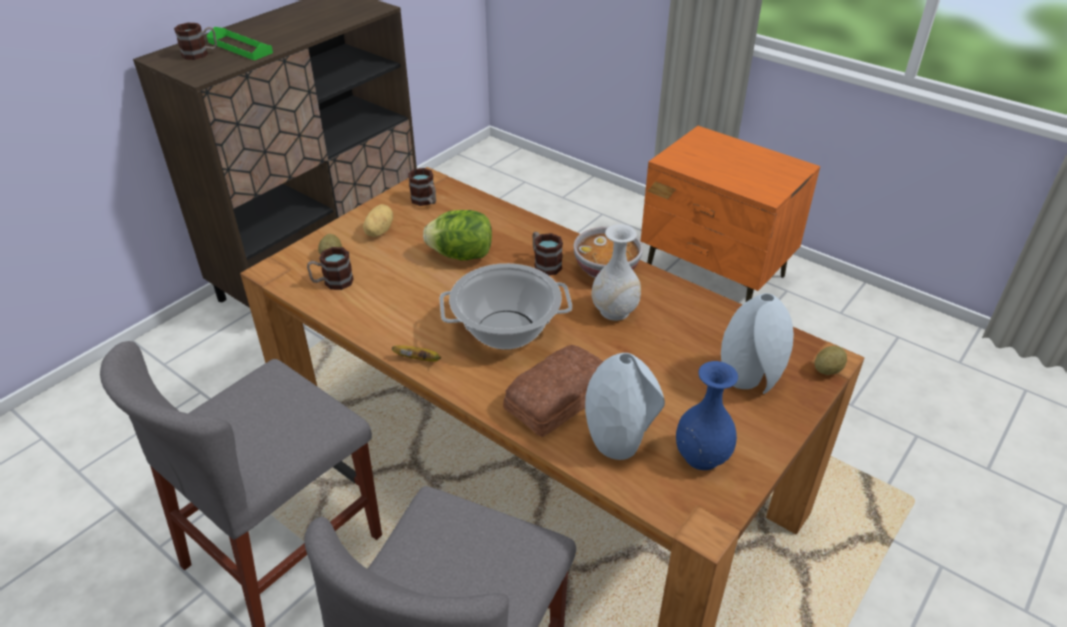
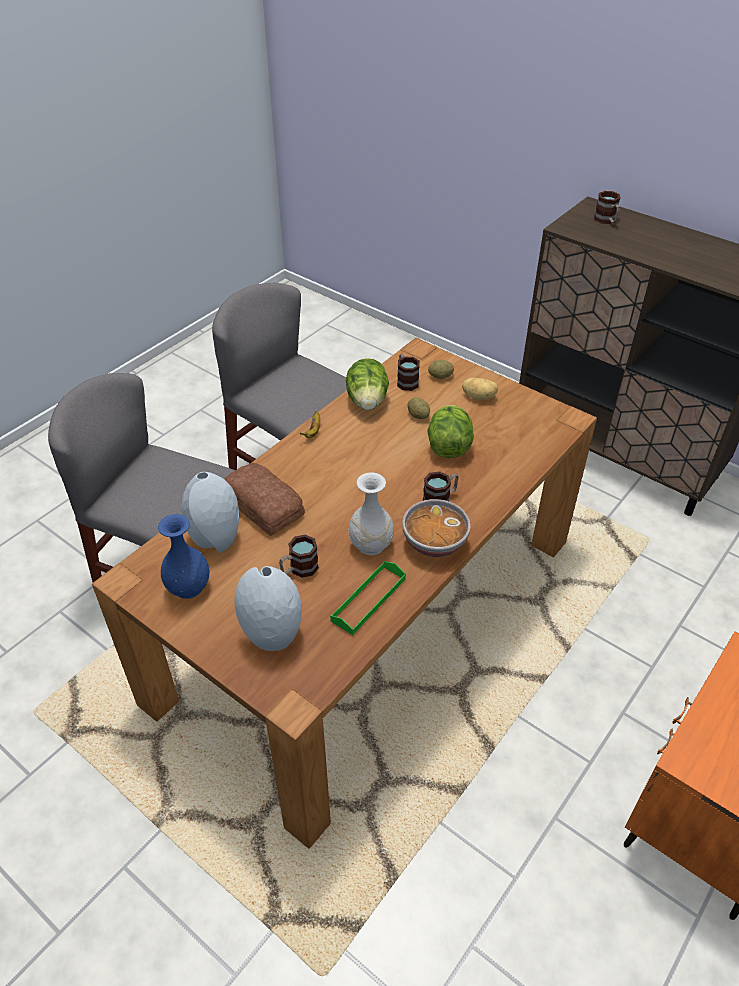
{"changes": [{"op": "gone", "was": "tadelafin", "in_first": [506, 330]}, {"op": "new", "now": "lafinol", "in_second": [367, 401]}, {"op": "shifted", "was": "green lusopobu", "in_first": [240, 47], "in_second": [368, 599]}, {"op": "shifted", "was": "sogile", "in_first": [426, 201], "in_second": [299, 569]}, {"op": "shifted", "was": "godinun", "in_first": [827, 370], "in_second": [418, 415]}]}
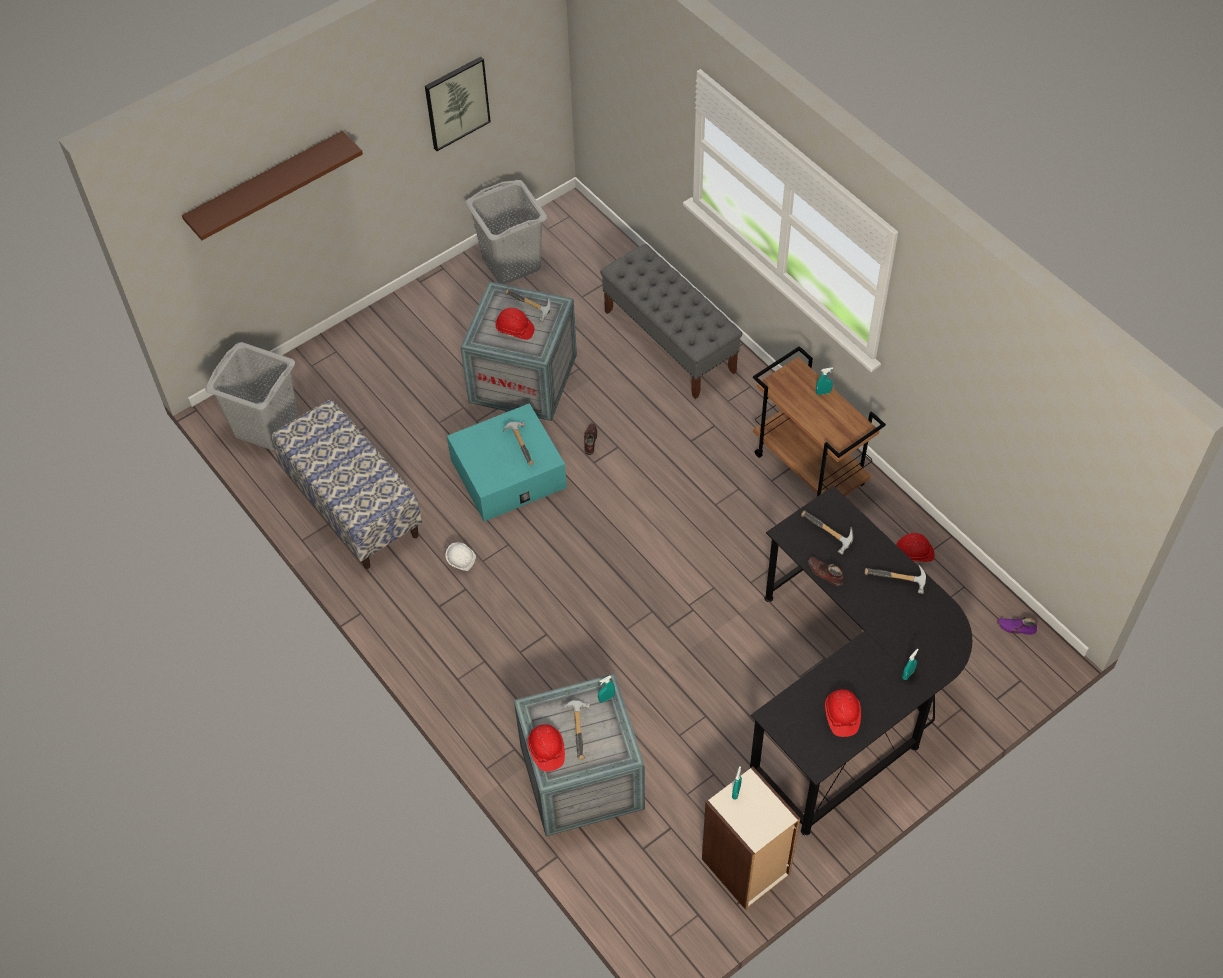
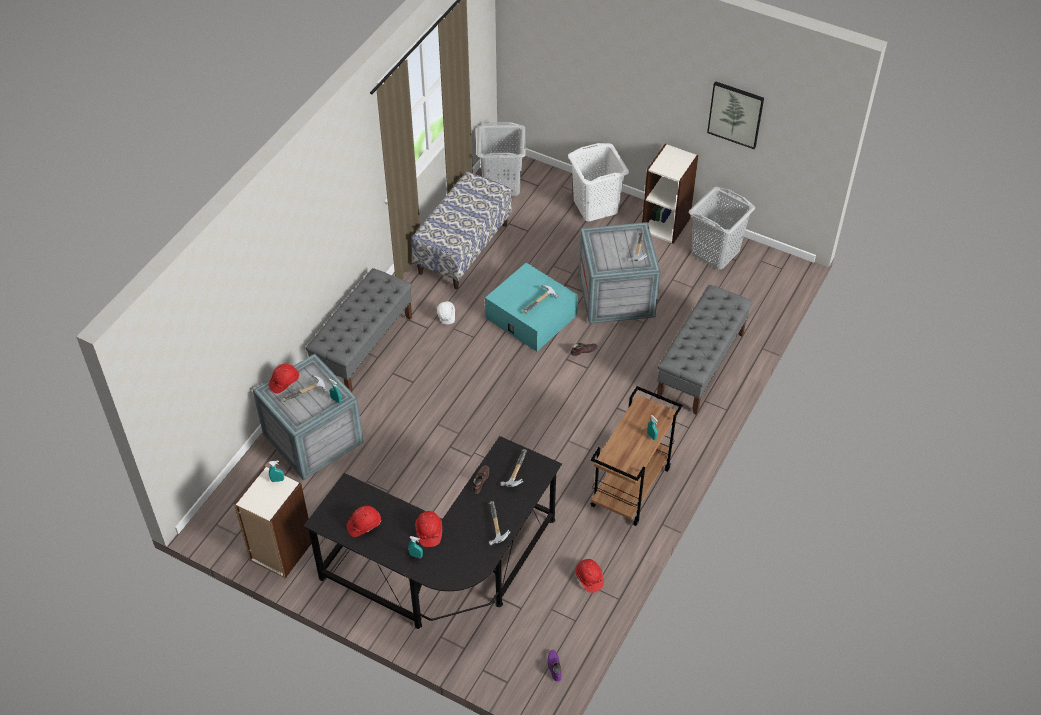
{"changes": [{"op": "gone", "was": "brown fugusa", "in_first": [267, 185]}, {"op": "new", "now": "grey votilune", "in_second": [364, 348]}, {"op": "new", "now": "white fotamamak", "in_second": [595, 207]}, {"op": "new", "now": "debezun", "in_second": [666, 224]}, {"op": "shifted", "was": "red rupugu", "in_first": [515, 330], "in_second": [429, 532]}]}
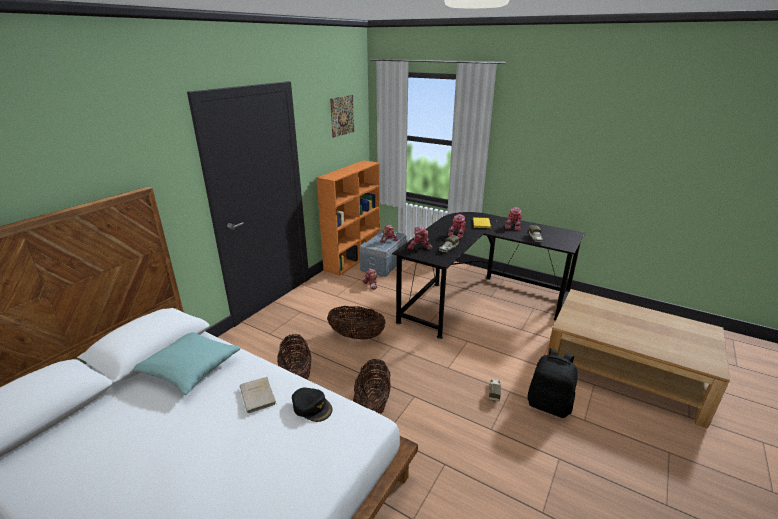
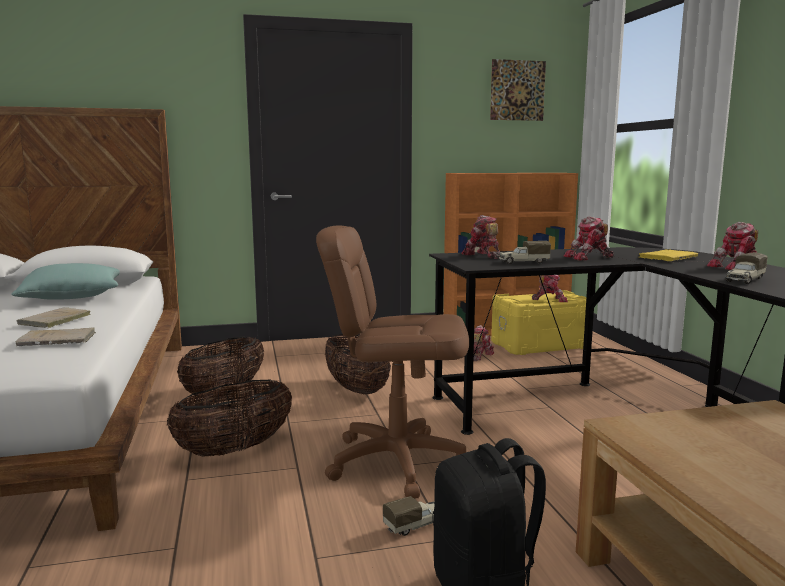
{"changes": [{"op": "new", "now": "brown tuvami", "in_second": [397, 462]}, {"op": "swapped", "was": "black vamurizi", "now": "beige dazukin", "in_first": [312, 407], "in_second": [59, 340]}, {"op": "repainted", "was": "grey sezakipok", "now": "yellow sezakipok", "in_first": [383, 264], "in_second": [539, 344]}]}
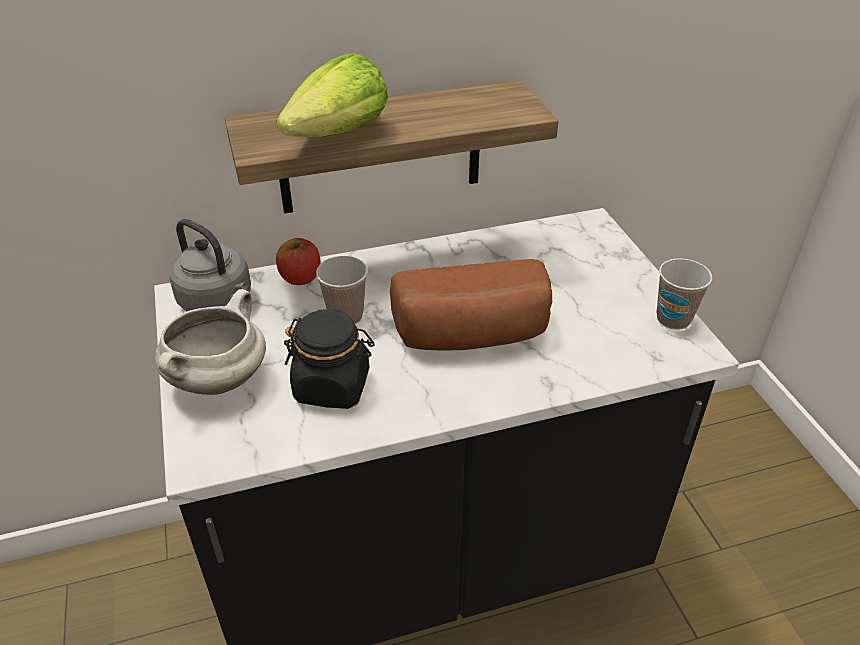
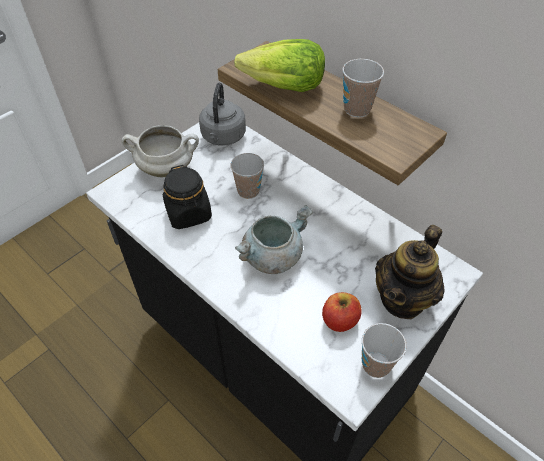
{"changes": [{"op": "new", "now": "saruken", "in_second": [357, 109]}, {"op": "new", "now": "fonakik", "in_second": [403, 299]}, {"op": "shifted", "was": "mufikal", "in_first": [300, 277], "in_second": [339, 320]}, {"op": "swapped", "was": "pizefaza", "now": "grey tadelafin", "in_first": [473, 336], "in_second": [272, 256]}]}
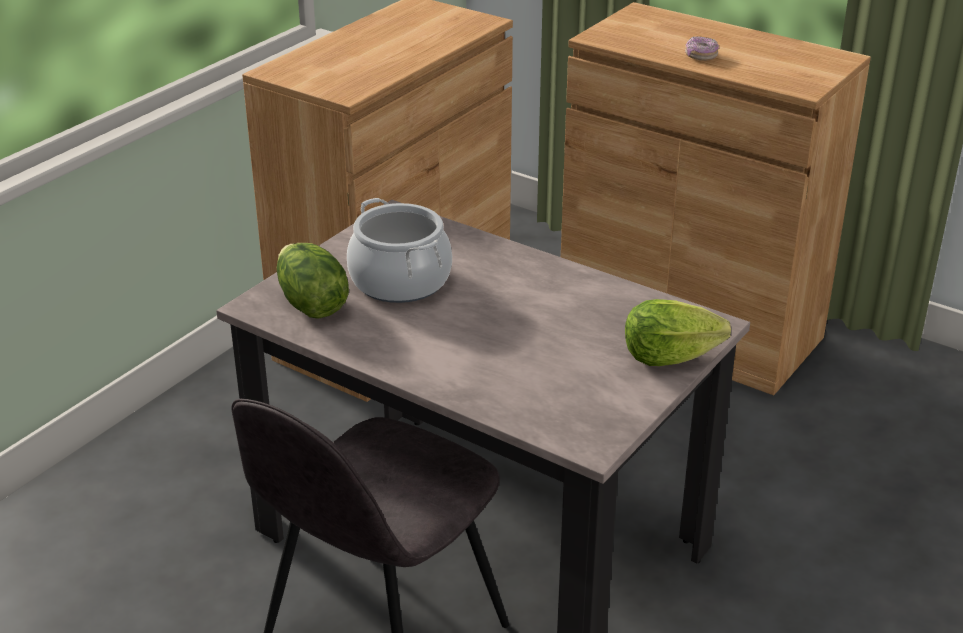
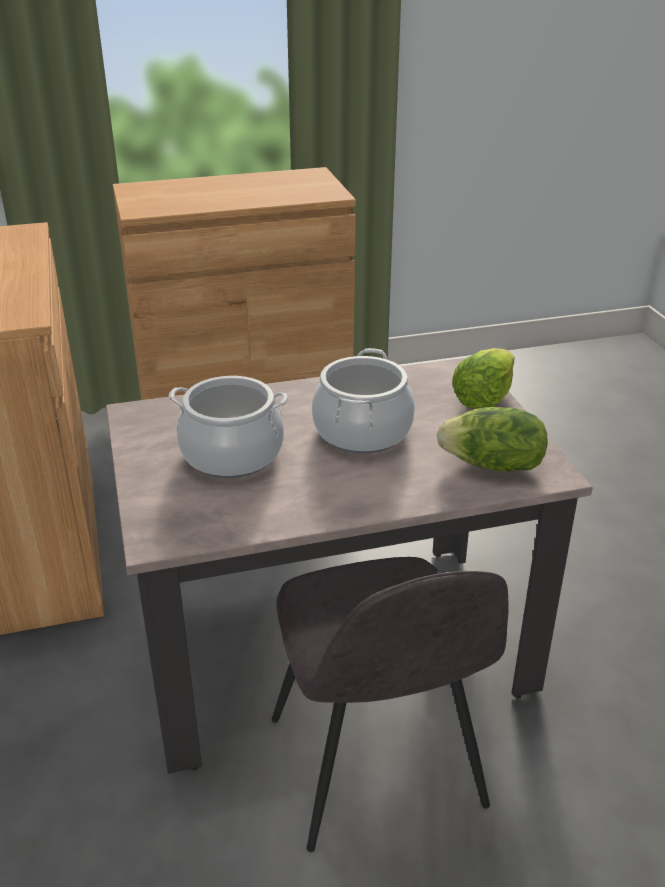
{"changes": [{"op": "gone", "was": "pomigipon", "in_first": [701, 56]}, {"op": "new", "now": "tadelafin", "in_second": [363, 431]}, {"op": "shifted", "was": "lafinol", "in_first": [310, 304], "in_second": [493, 465]}]}
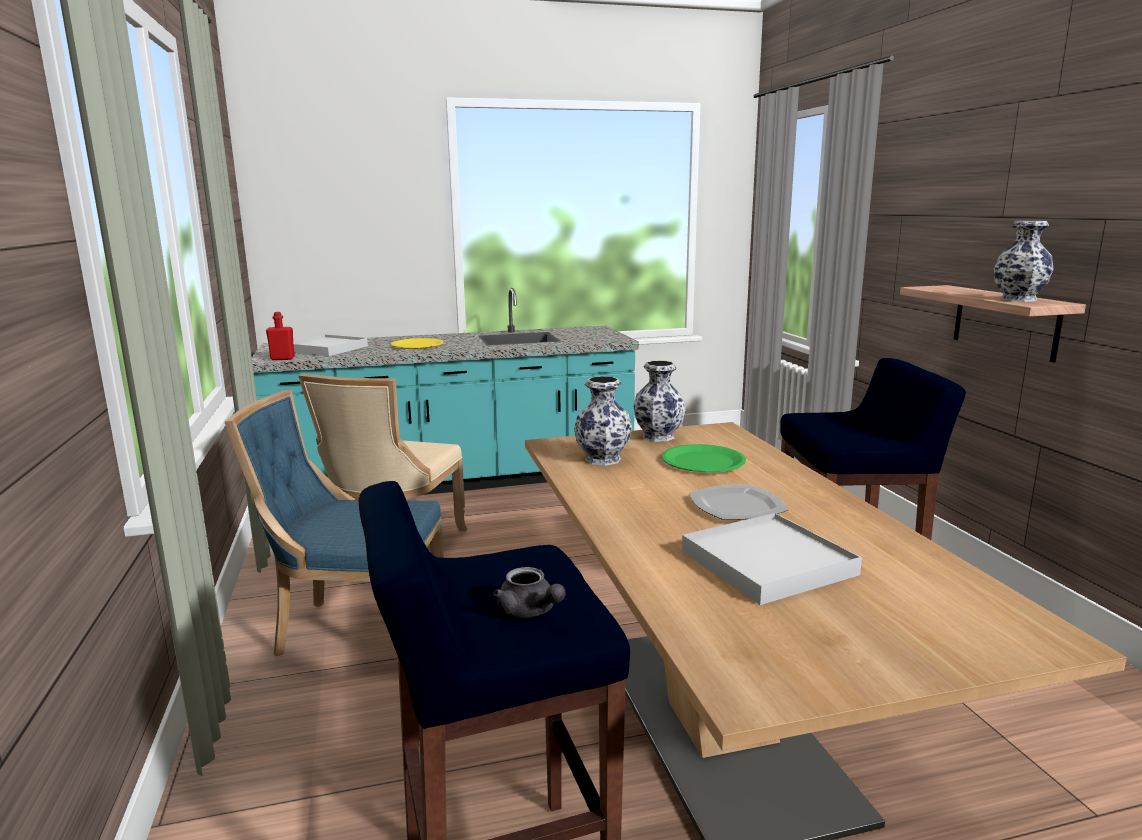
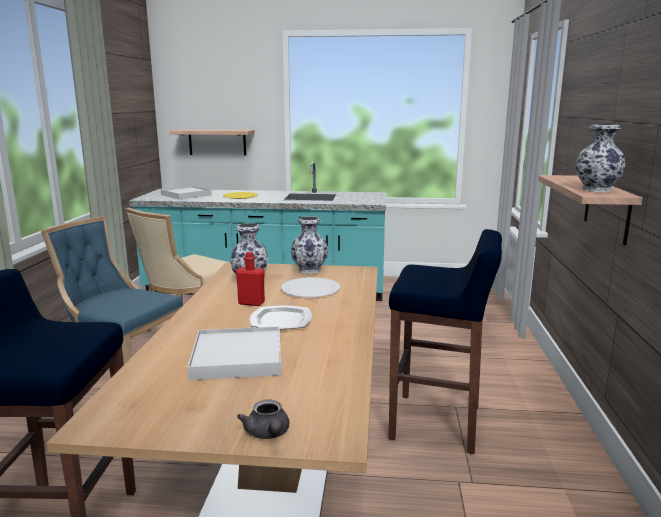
{"changes": [{"op": "new", "now": "fugusa", "in_second": [217, 142]}, {"op": "shifted", "was": "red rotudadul", "in_first": [282, 359], "in_second": [251, 303]}, {"op": "shifted", "was": "grey fonakik", "in_first": [530, 612], "in_second": [268, 434]}, {"op": "repainted", "was": "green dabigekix", "now": "white dabigekix", "in_first": [703, 461], "in_second": [310, 289]}]}
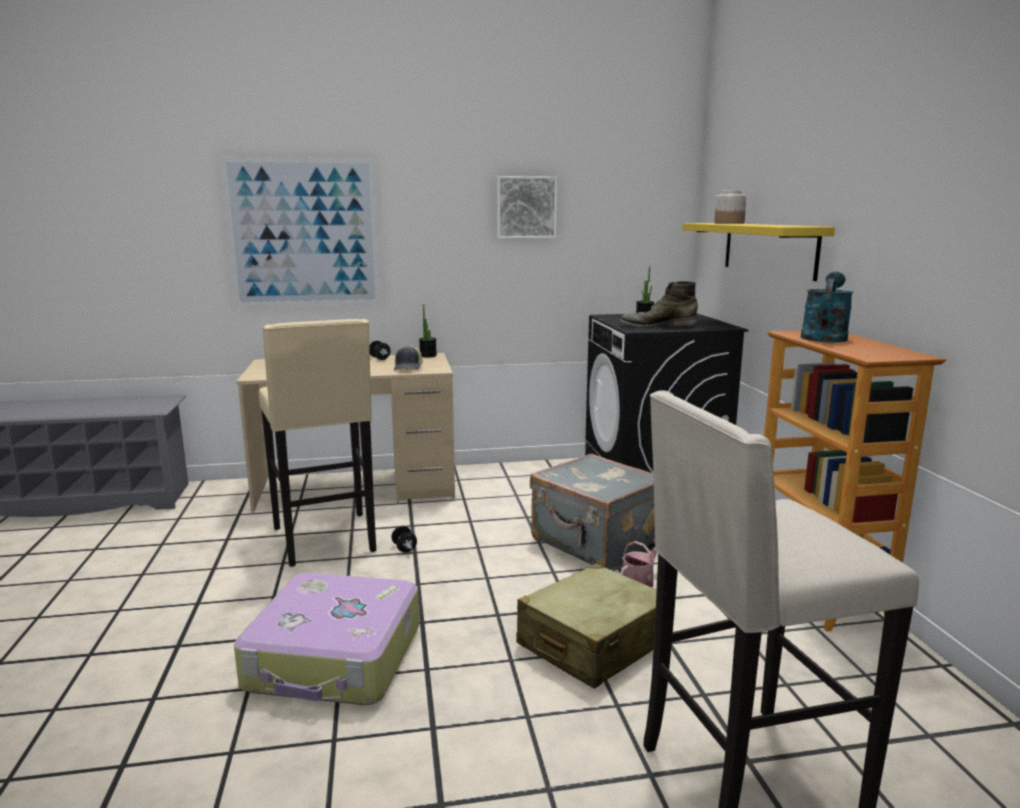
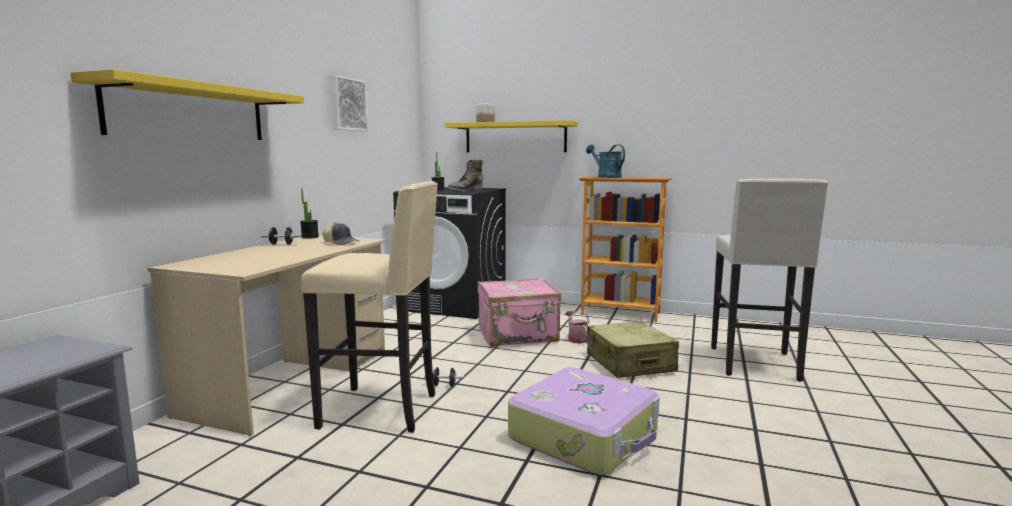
{"changes": [{"op": "swapped", "was": "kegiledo", "now": "yellow fugusa", "in_first": [303, 233], "in_second": [190, 112]}, {"op": "repainted", "was": "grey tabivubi", "now": "pink tabivubi", "in_first": [596, 544], "in_second": [518, 336]}]}
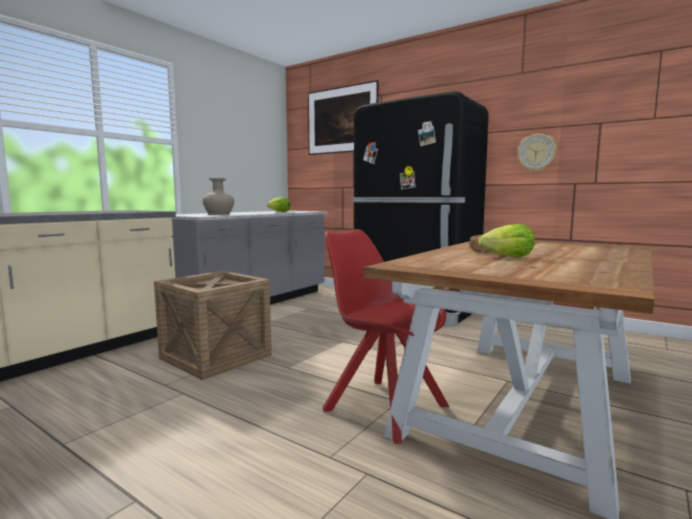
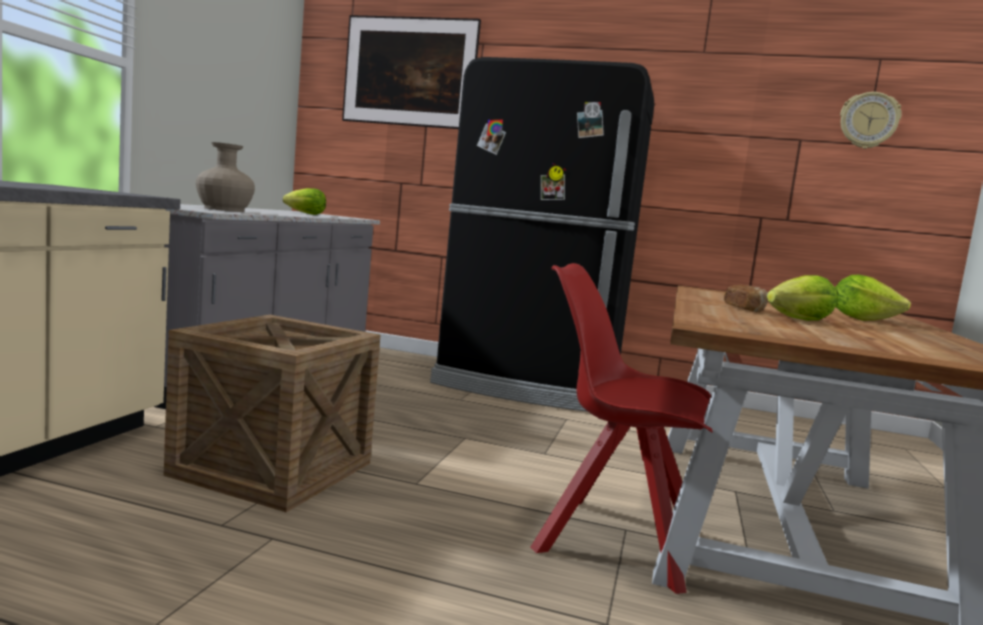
{"changes": [{"op": "new", "now": "lafinol", "in_second": [861, 319]}, {"op": "shifted", "was": "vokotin", "in_first": [536, 152], "in_second": [868, 120]}]}
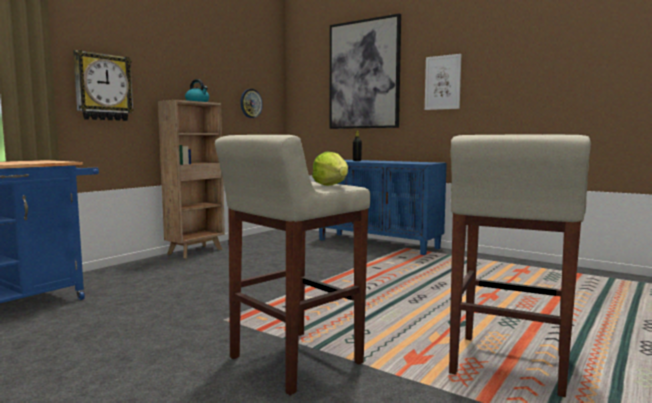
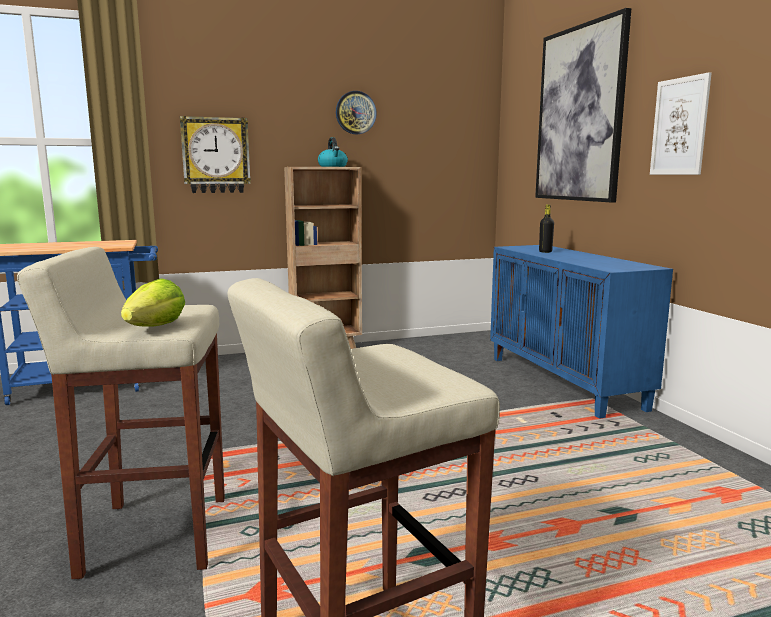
{"changes": [{"op": "shifted", "was": "vokotin", "in_first": [250, 103], "in_second": [355, 112]}]}
